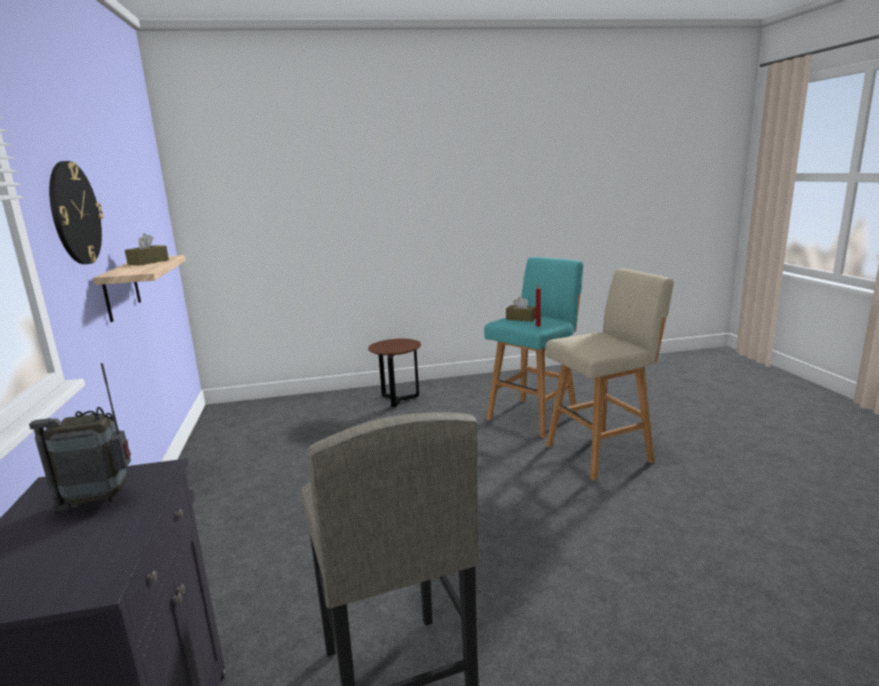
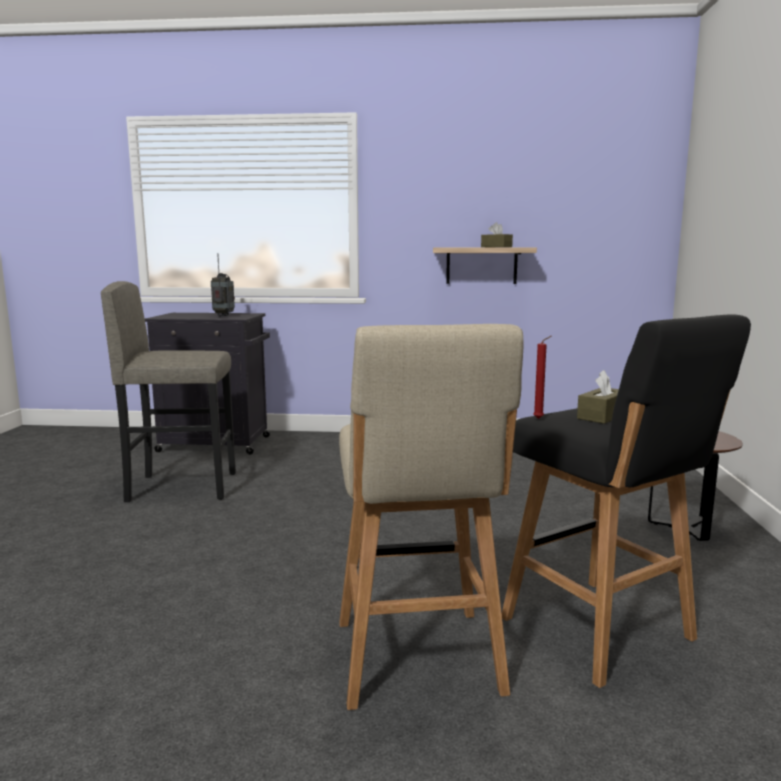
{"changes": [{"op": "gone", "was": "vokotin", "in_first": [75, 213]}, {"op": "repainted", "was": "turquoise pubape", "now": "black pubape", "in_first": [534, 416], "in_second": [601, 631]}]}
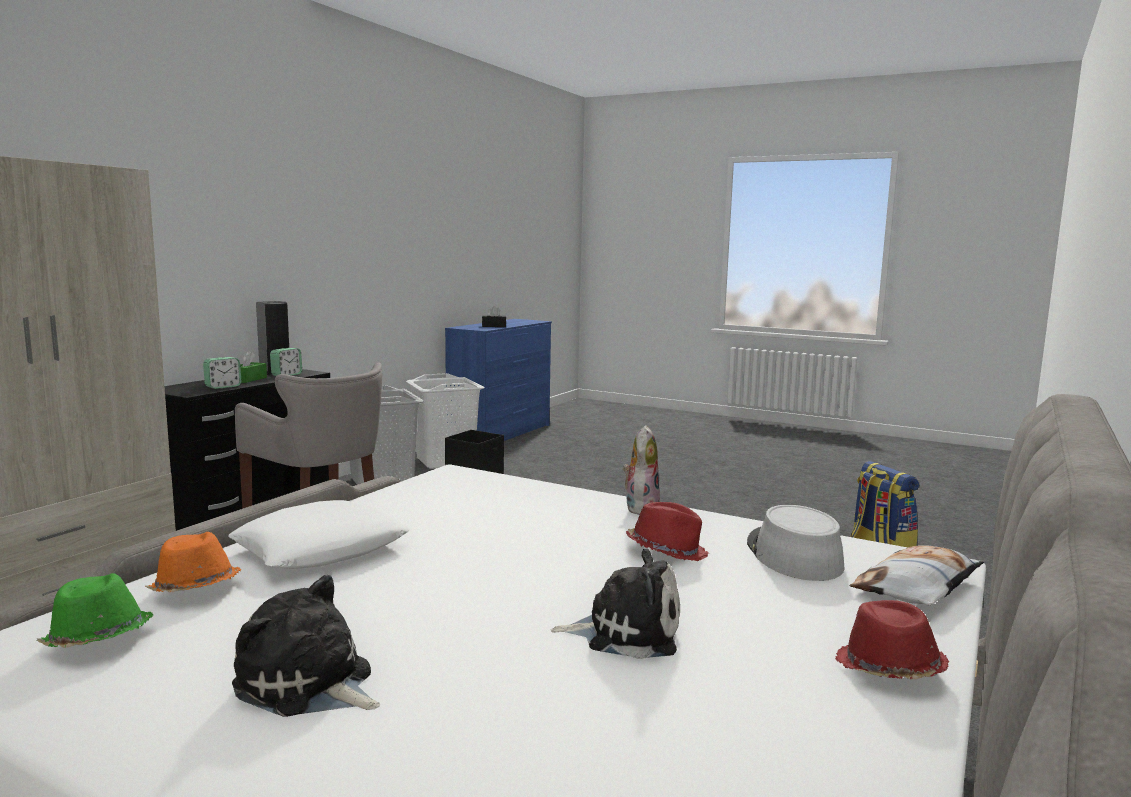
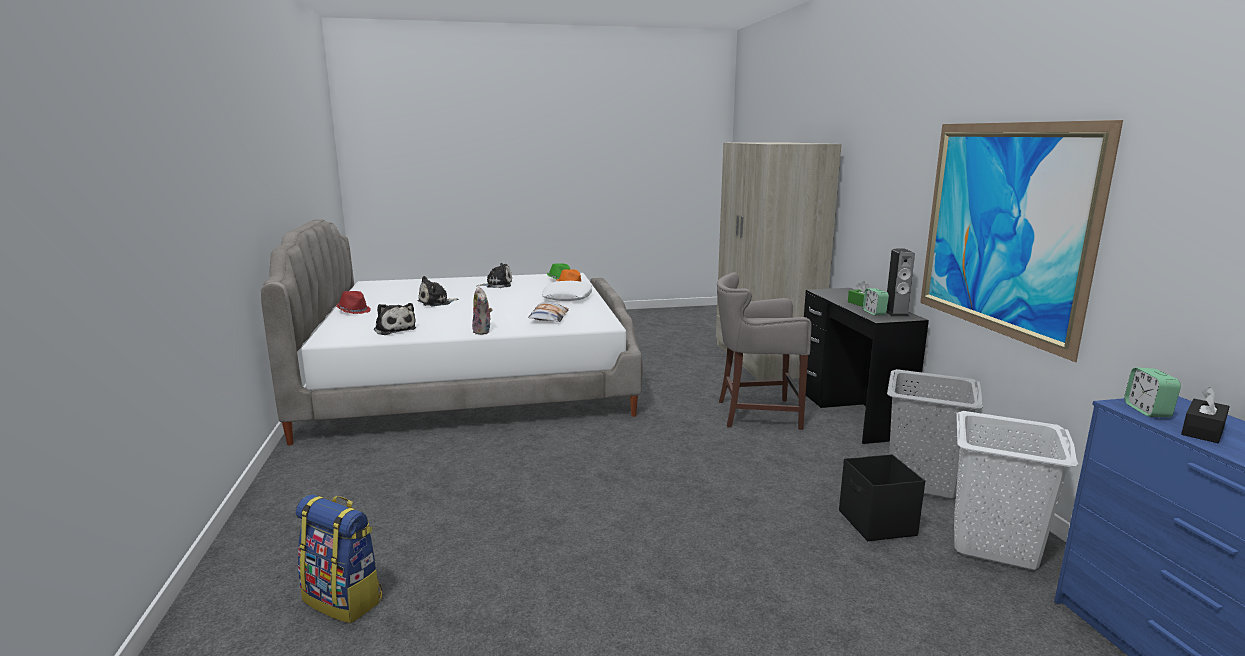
{"changes": [{"op": "gone", "was": "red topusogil", "in_first": [666, 551]}, {"op": "new", "now": "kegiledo", "in_second": [1002, 229]}, {"op": "shifted", "was": "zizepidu", "in_first": [223, 386], "in_second": [1147, 411]}, {"op": "shifted", "was": "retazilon", "in_first": [918, 587], "in_second": [548, 317]}, {"op": "swapped", "was": "grey topusogil", "now": "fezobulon", "in_first": [793, 555], "in_second": [394, 329]}]}
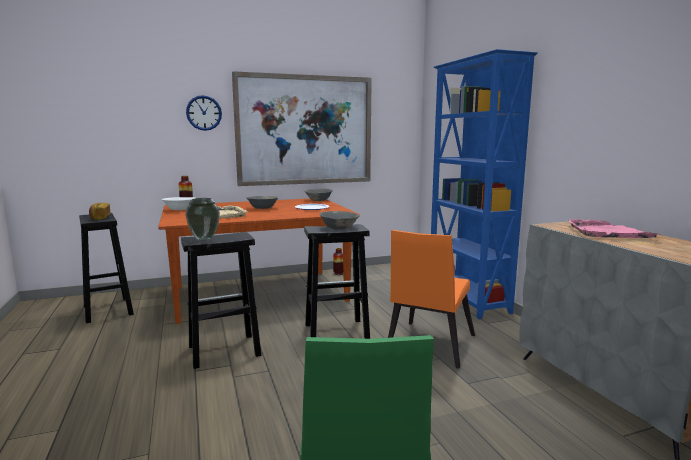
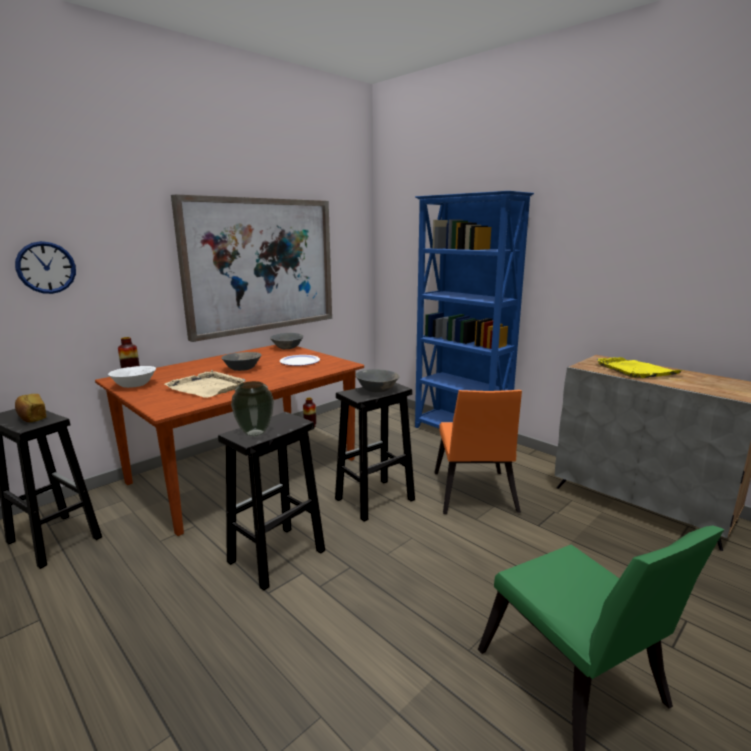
{"changes": [{"op": "shifted", "was": "vokotin", "in_first": [204, 113], "in_second": [46, 267]}, {"op": "repainted", "was": "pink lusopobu", "now": "yellow lusopobu", "in_first": [607, 232], "in_second": [636, 370]}]}
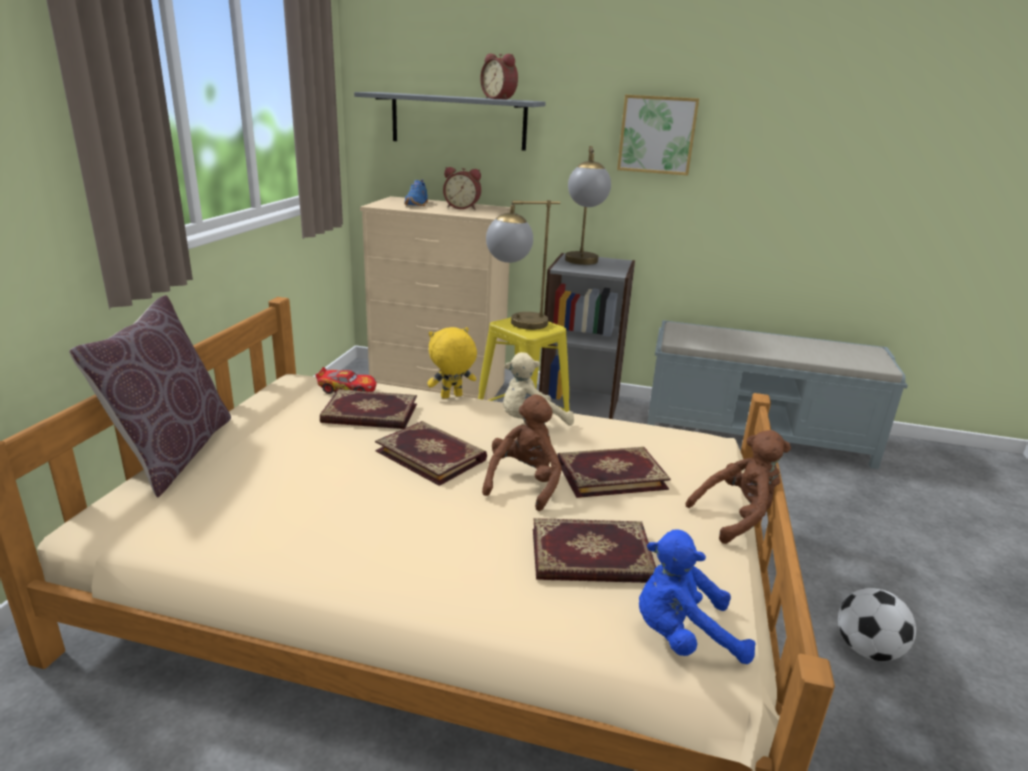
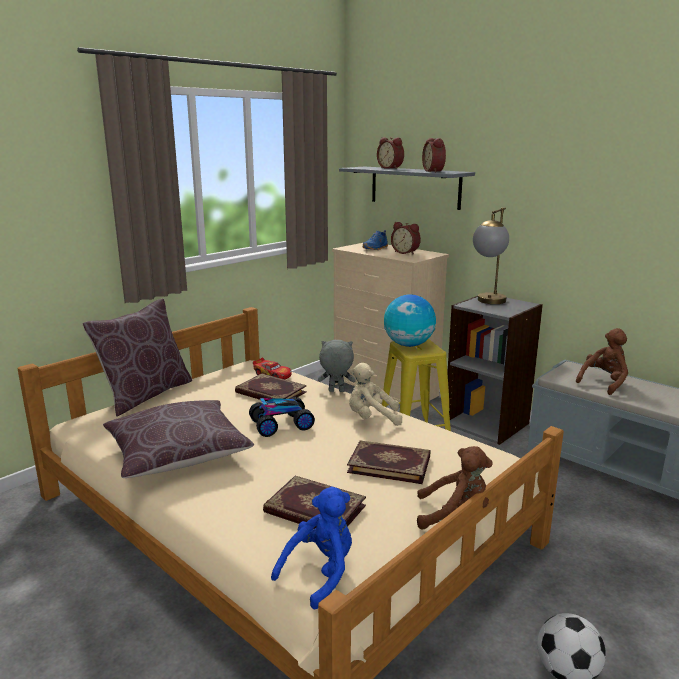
{"changes": [{"op": "gone", "was": "kegiledo", "in_first": [657, 134]}, {"op": "new", "now": "brown retazilon", "in_second": [178, 454]}, {"op": "new", "now": "zizepidu", "in_second": [391, 168]}, {"op": "shifted", "was": "brown fezobulon", "in_first": [524, 483], "in_second": [604, 383]}, {"op": "swapped", "was": "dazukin", "now": "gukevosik", "in_first": [432, 455], "in_second": [281, 425]}, {"op": "swapped", "was": "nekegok", "now": "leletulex", "in_first": [516, 324], "in_second": [408, 345]}, {"op": "repainted", "was": "yellow fezobulon", "now": "grey fezobulon", "in_first": [451, 397], "in_second": [336, 391]}, {"op": "rotated", "was": "blue fezobulon", "in_first": [682, 636], "in_second": [320, 573], "clockwise": 105}]}
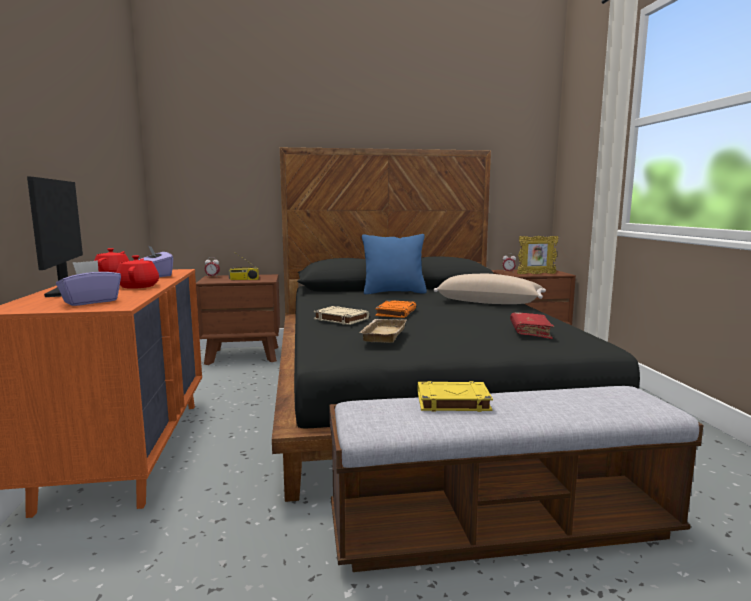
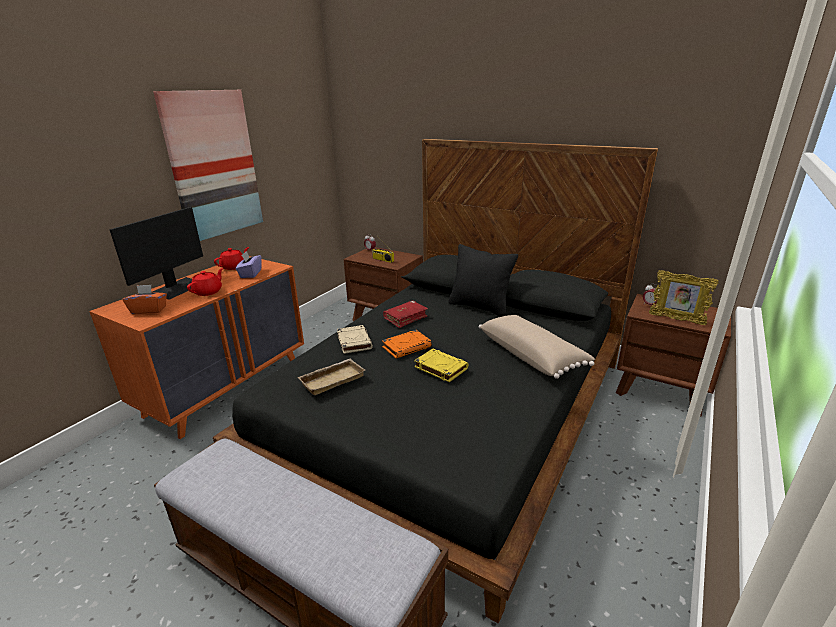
{"changes": [{"op": "new", "now": "kegiledo", "in_second": [213, 165]}, {"op": "shifted", "was": "yellow dazukin", "in_first": [452, 402], "in_second": [440, 368]}, {"op": "shifted", "was": "red dazukin", "in_first": [530, 332], "in_second": [405, 318]}, {"op": "repainted", "was": "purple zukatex", "now": "orange zukatex", "in_first": [90, 301], "in_second": [149, 310]}, {"op": "repainted", "was": "blue retazilon", "now": "black retazilon", "in_first": [394, 292], "in_second": [480, 307]}]}
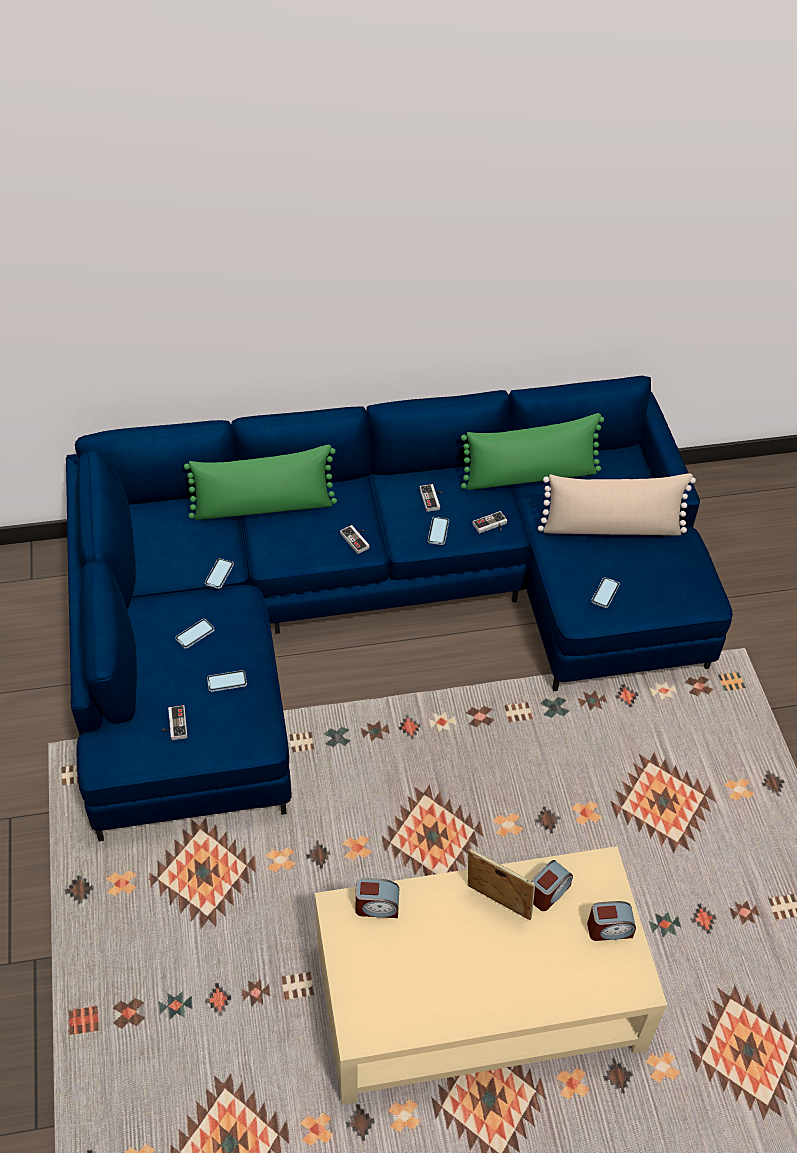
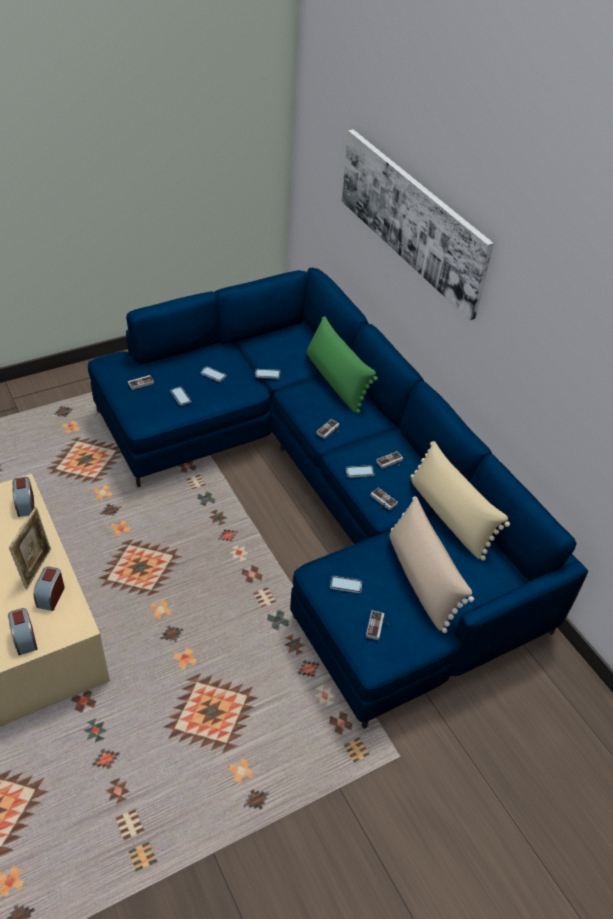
{"changes": [{"op": "new", "now": "kegiledo", "in_second": [411, 219]}, {"op": "new", "now": "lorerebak", "in_second": [378, 627]}, {"op": "repainted", "was": "green retazilon", "now": "beige retazilon", "in_first": [530, 476], "in_second": [450, 516]}, {"op": "rotated", "was": "zizepidu", "in_first": [548, 892], "in_second": [51, 596], "clockwise": 75}]}
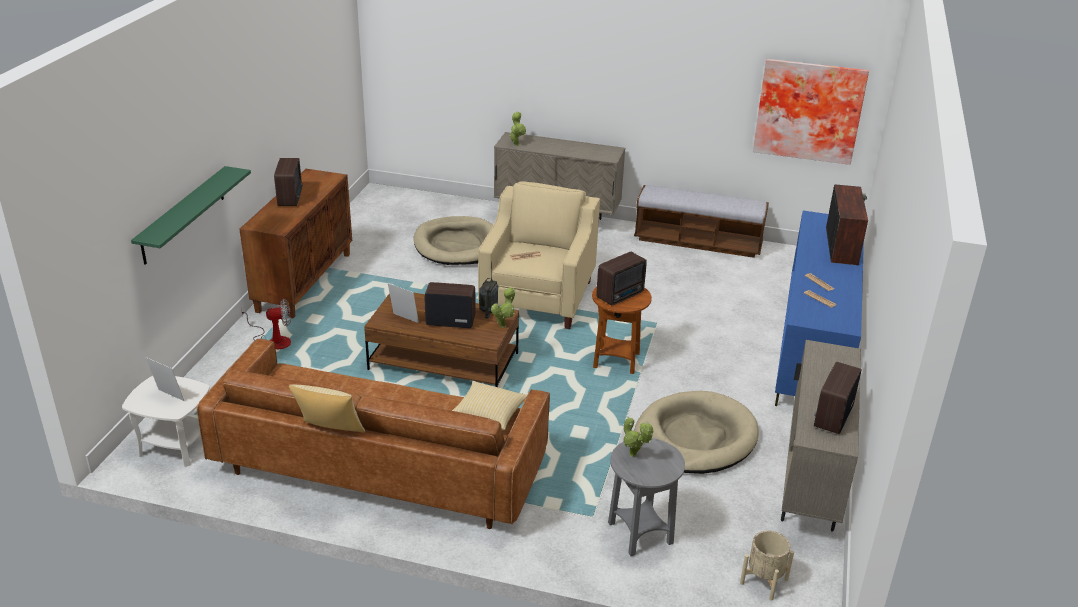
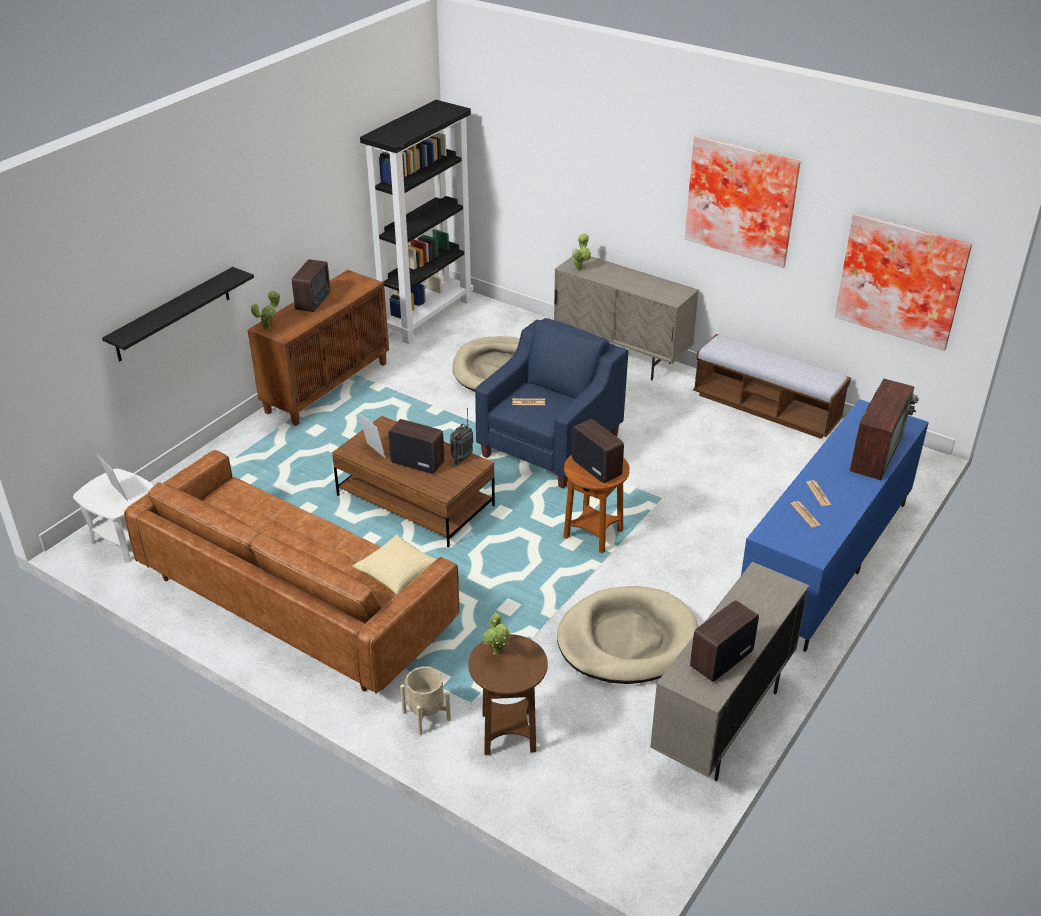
{"changes": [{"op": "gone", "was": "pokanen", "in_first": [273, 340]}, {"op": "gone", "was": "retazilon", "in_first": [329, 433]}, {"op": "new", "now": "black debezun", "in_second": [426, 316]}, {"op": "new", "now": "kegiledo", "in_second": [742, 199]}, {"op": "shifted", "was": "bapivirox", "in_first": [504, 325], "in_second": [269, 327]}, {"op": "shifted", "was": "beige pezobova", "in_first": [764, 581], "in_second": [426, 716]}, {"op": "repainted", "was": "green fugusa", "now": "black fugusa", "in_first": [183, 215], "in_second": [173, 314]}, {"op": "repainted", "was": "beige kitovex", "now": "blue kitovex", "in_first": [538, 298], "in_second": [551, 446]}, {"op": "repainted", "was": "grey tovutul", "now": "brown tovutul", "in_first": [640, 533], "in_second": [508, 732]}, {"op": "rotated", "was": "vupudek", "in_first": [621, 295], "in_second": [596, 467], "clockwise": -105}]}
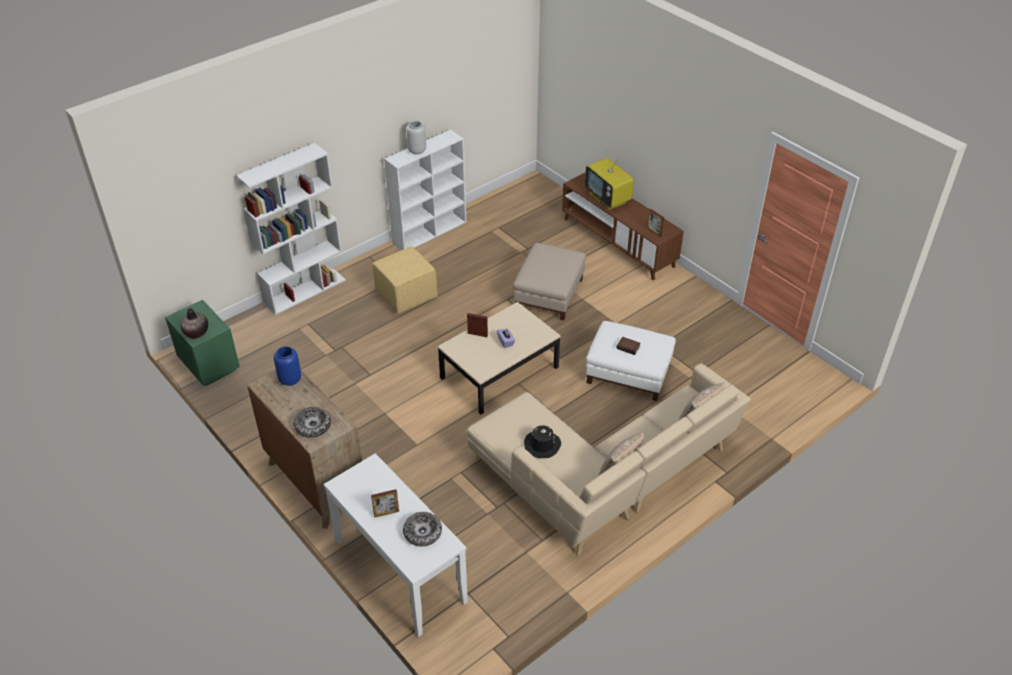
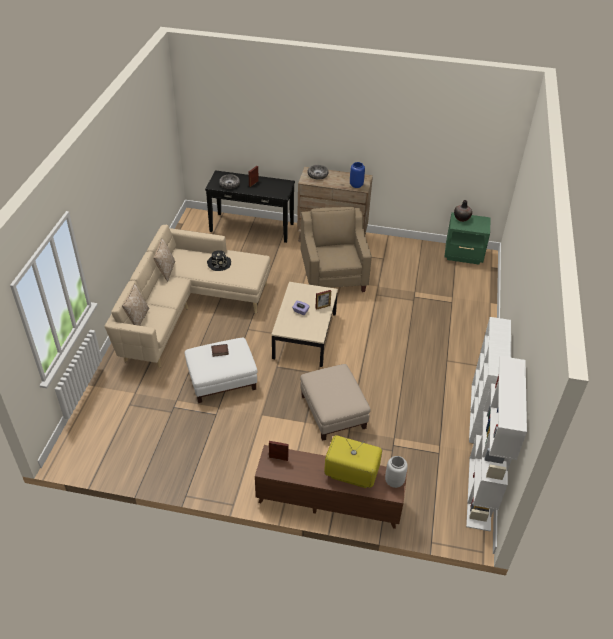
{"changes": [{"op": "gone", "was": "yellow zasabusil", "in_first": [406, 295]}, {"op": "new", "now": "beige kitovex", "in_second": [333, 275]}, {"op": "shifted", "was": "white debezun", "in_first": [305, 291], "in_second": [480, 493]}, {"op": "shifted", "was": "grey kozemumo", "in_first": [417, 150], "in_second": [394, 481]}, {"op": "repainted", "was": "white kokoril", "now": "black kokoril", "in_first": [399, 571], "in_second": [252, 227]}]}
